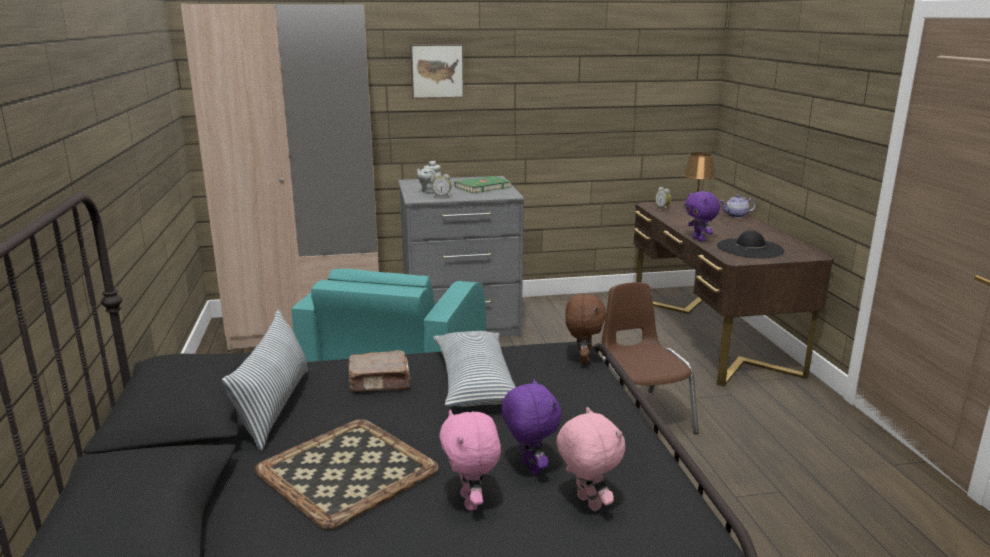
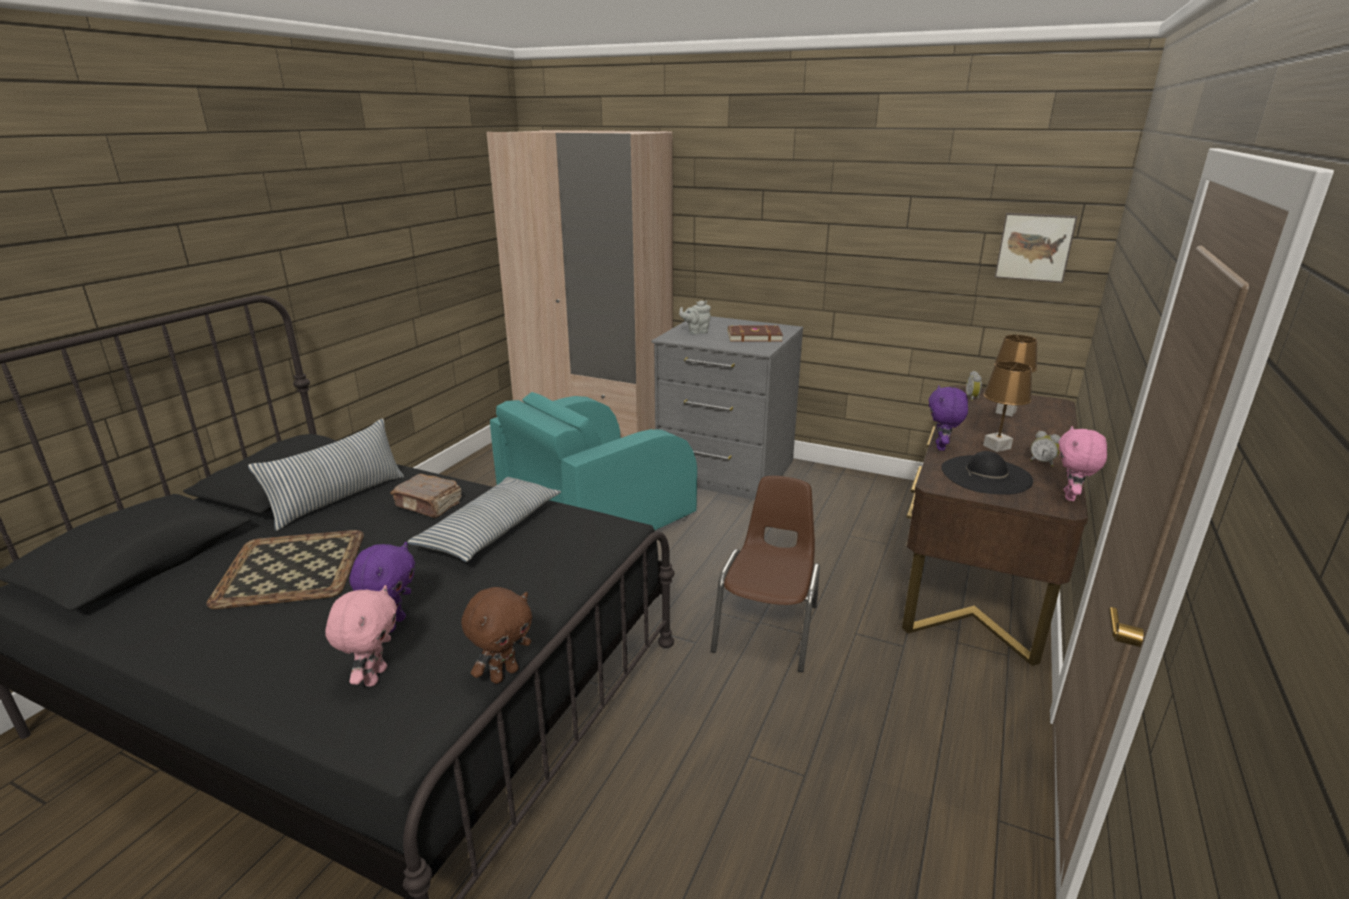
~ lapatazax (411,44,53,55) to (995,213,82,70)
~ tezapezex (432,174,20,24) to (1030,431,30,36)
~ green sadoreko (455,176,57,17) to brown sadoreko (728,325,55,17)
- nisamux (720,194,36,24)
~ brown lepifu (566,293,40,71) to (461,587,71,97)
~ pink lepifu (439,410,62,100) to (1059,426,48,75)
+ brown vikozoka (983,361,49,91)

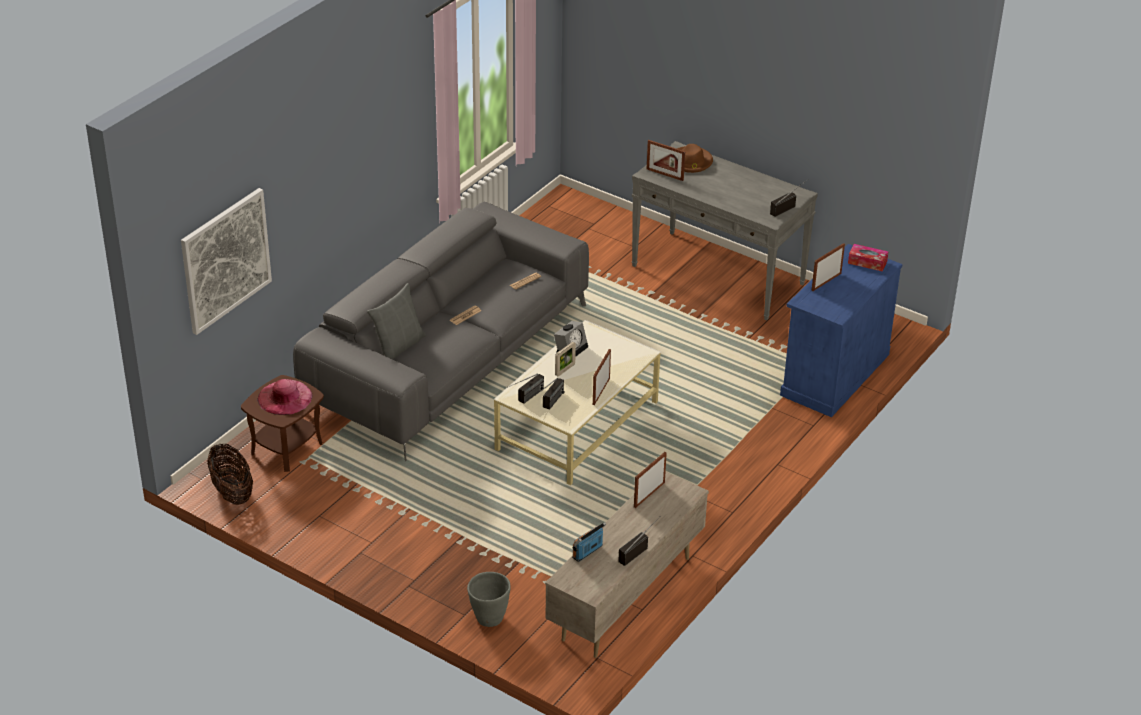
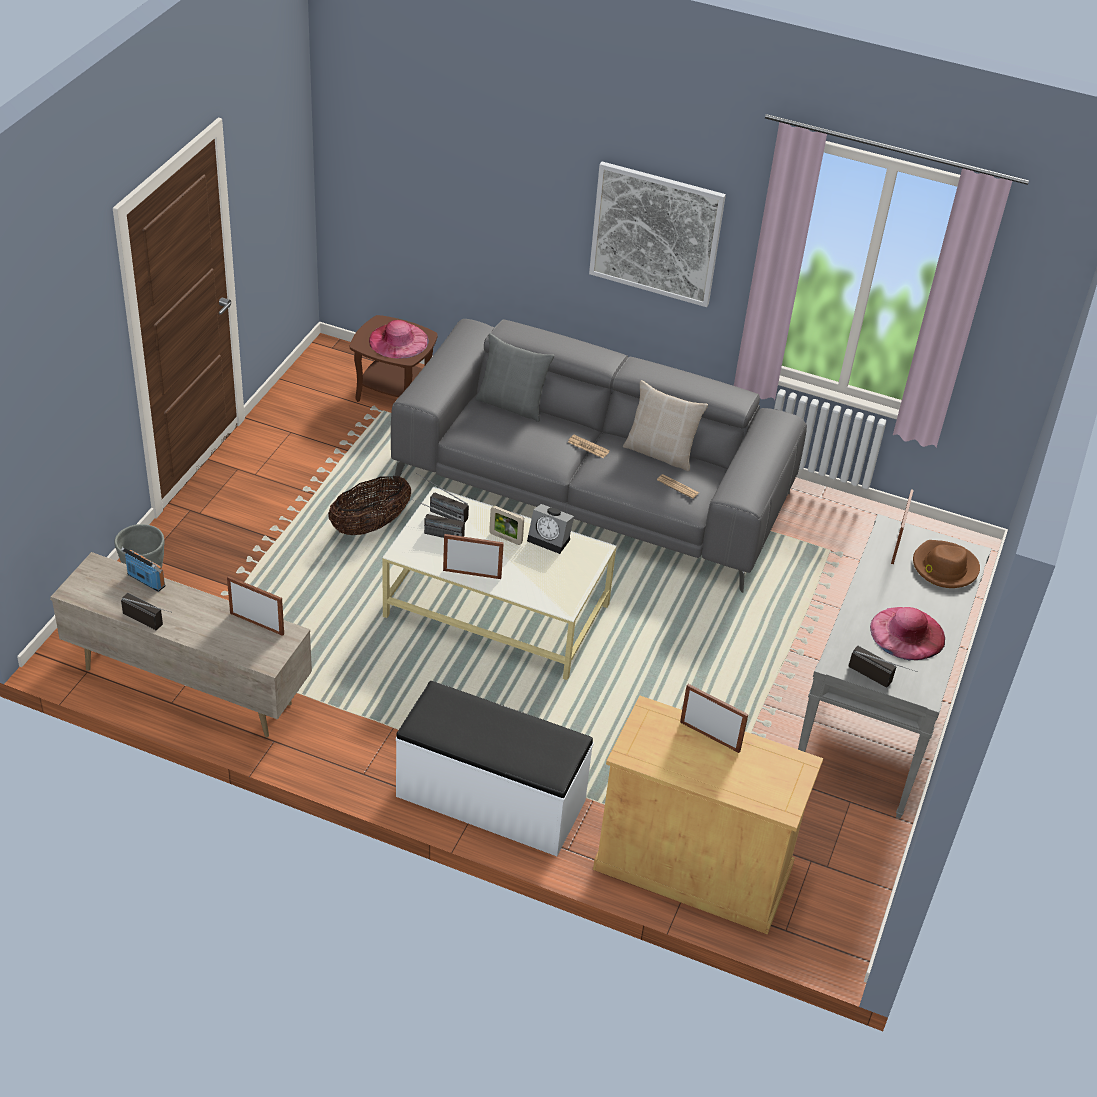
~ lapatazax (181,188,91,147) to (589,161,137,146)
~ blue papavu (780,244,123,173) to beige papavu (593,695,230,240)
- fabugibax (848,244,40,28)
~ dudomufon (207,443,46,62) to (328,476,83,59)
+ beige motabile (623,380,85,91)
+ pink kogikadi (870,607,75,53)
+ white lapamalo (396,681,198,175)

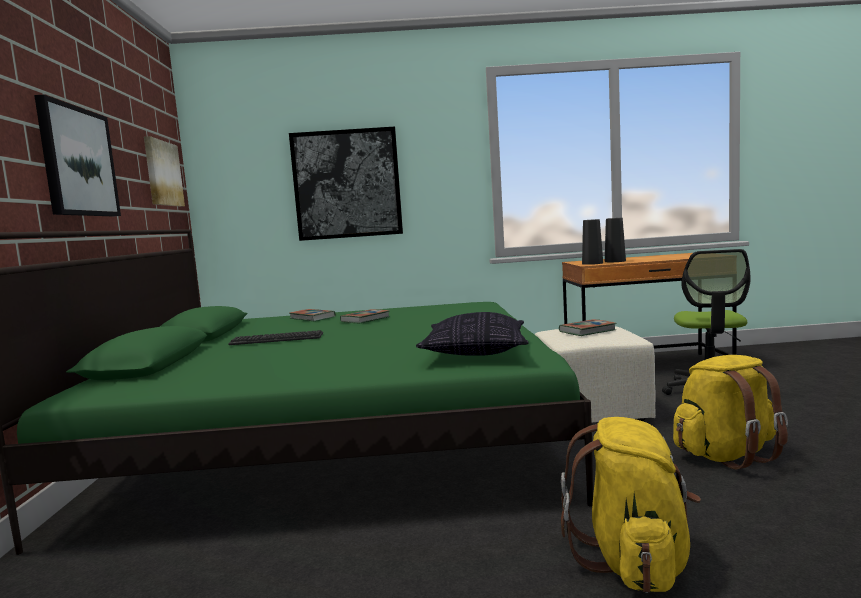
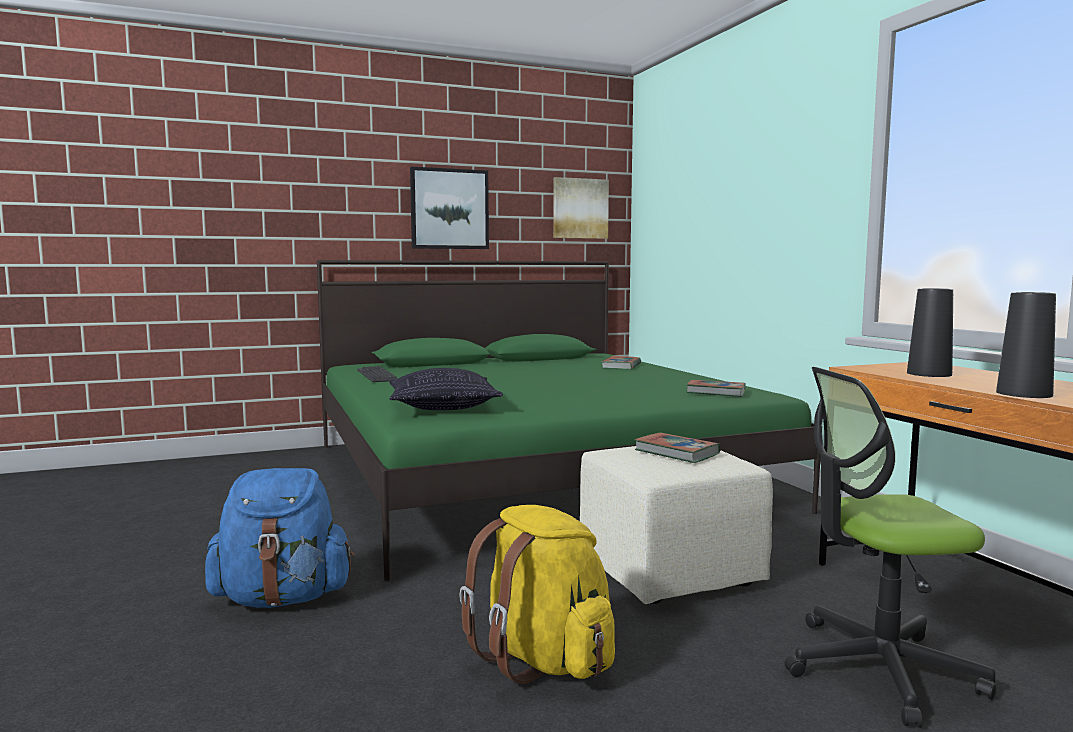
- lapatazax (289,126,114,115)
~ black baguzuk (582,219,21,46) to (996,292,60,106)
~ sadoreko (340,309,50,15) to (687,380,59,17)
~ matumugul (228,330,95,15) to (357,366,41,16)
~ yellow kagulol (561,417,140,176) to blue kagulol (205,468,150,140)

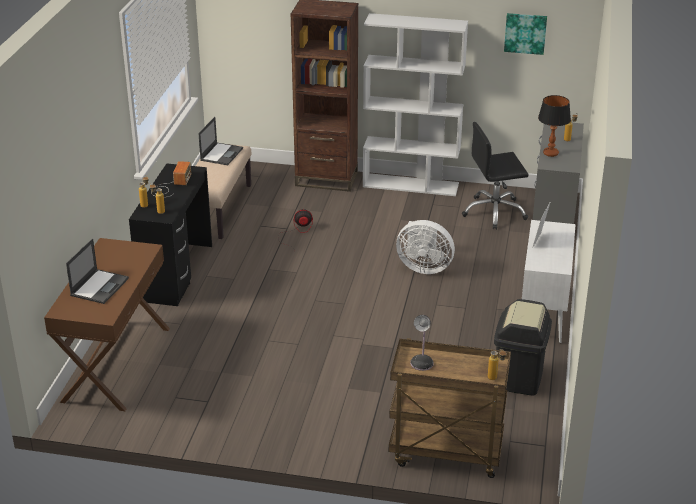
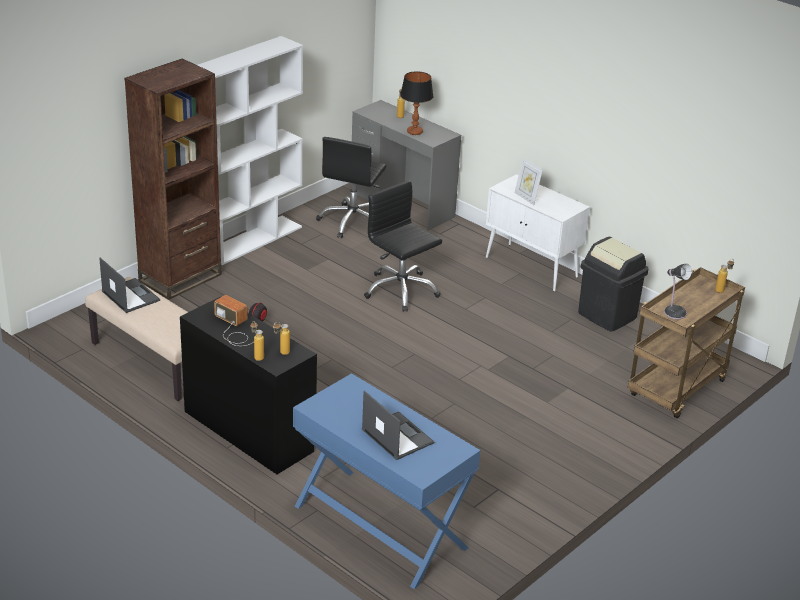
- lapatazax (504,13,43,42)
~ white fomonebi (396,220,59,54) to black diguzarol (364,180,78,132)
~ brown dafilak (44,238,126,173) to blue dafilak (293,373,187,216)

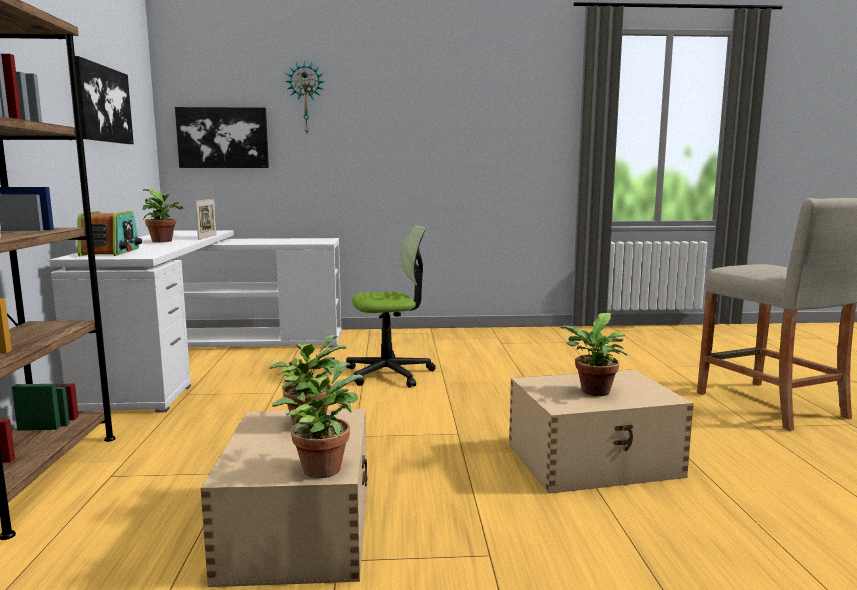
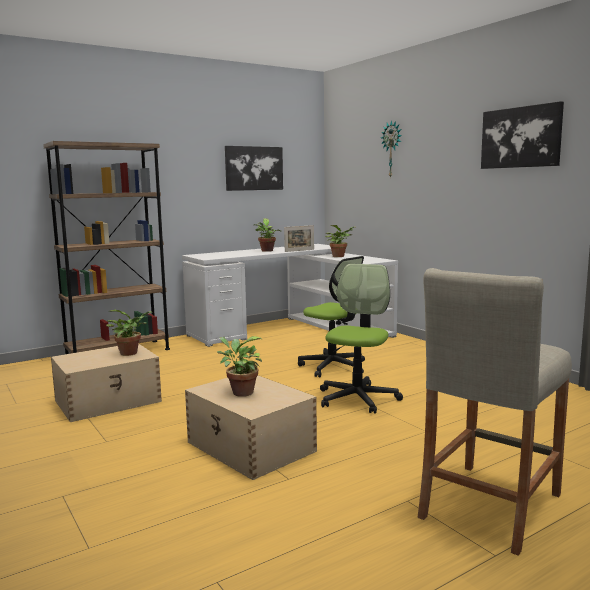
~ lapatazax (175,107,94,61) to (481,101,83,68)
- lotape (77,211,65,45)
~ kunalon (272,362,91,116) to (325,225,32,32)
+ diguzarol (320,264,83,150)

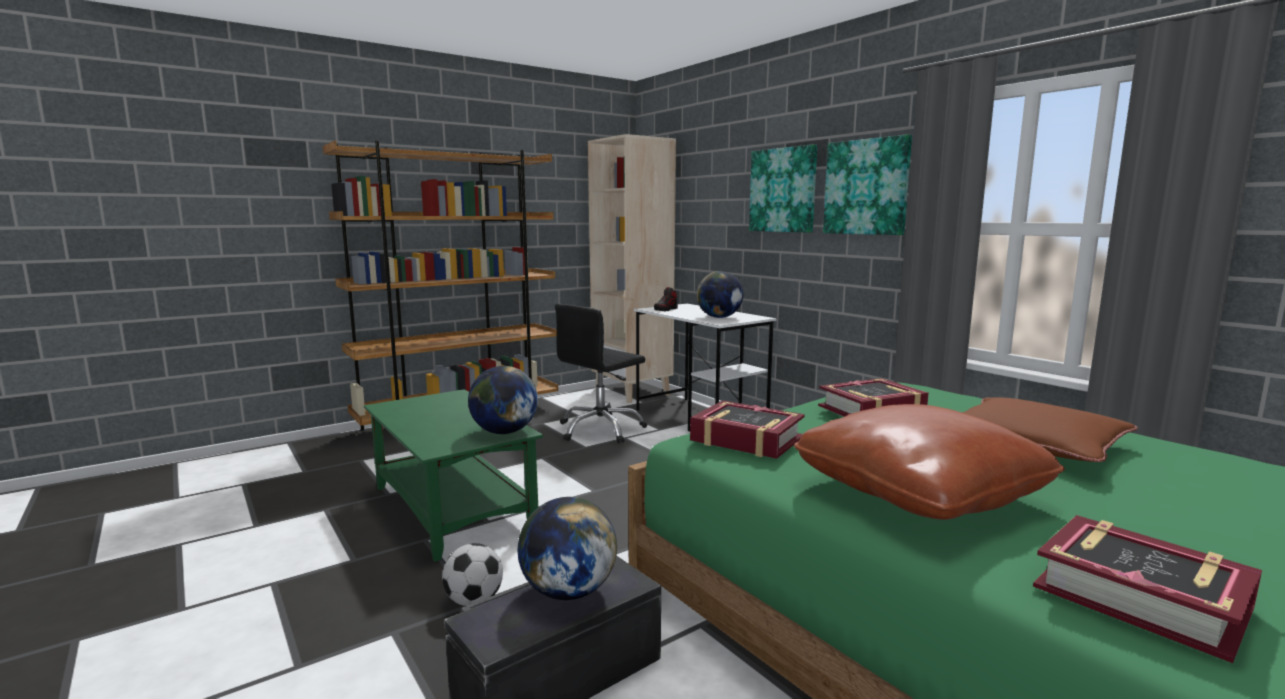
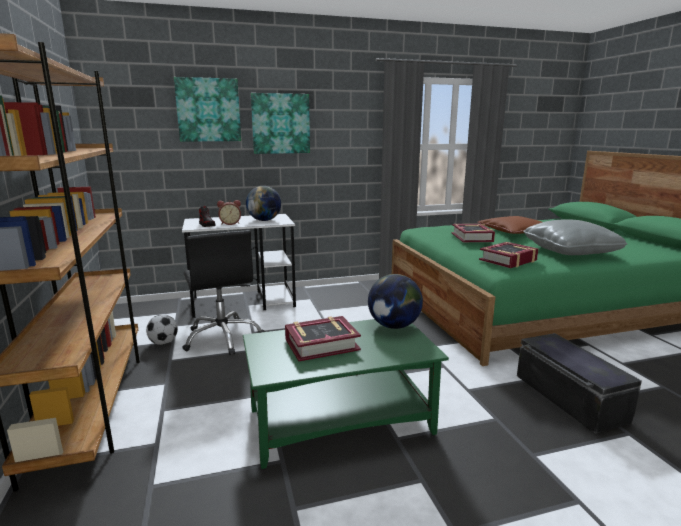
- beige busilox (588,134,88,269)
~ lapatazax (823,134,89,101) to (174,77,67,65)
~ brown motabile (794,404,271,116) to grey motabile (523,219,104,36)
- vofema (518,497,99,103)
~ sadoreko (1033,515,229,148) to (285,316,76,45)
~ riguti (442,543,61,63) to (146,314,32,31)
+ tezapezex (217,200,24,25)

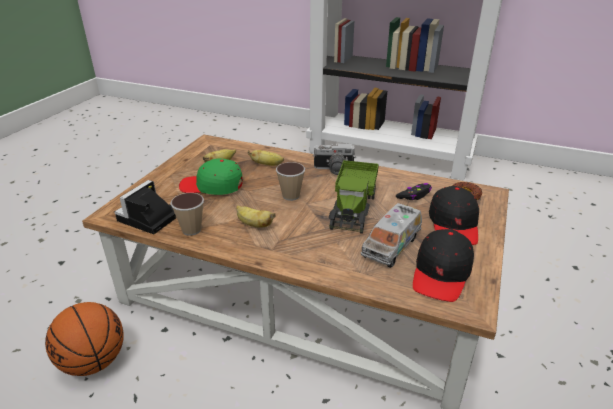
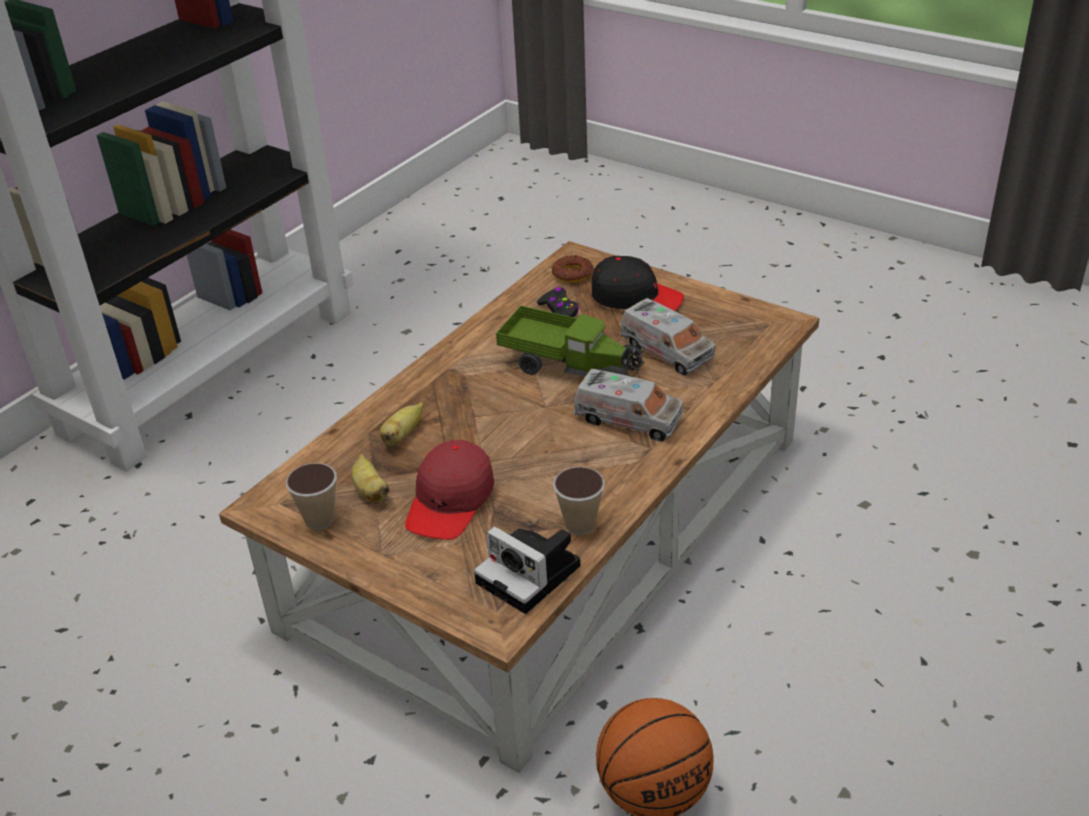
- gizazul (314,143,42,32)
~ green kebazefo (179,159,64,36) to red kebazefo (405,440,89,100)
~ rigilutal (276,162,29,39) to (286,463,51,67)
- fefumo (236,205,39,23)
- black kebazefo (413,229,61,73)
+ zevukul (573,369,110,72)

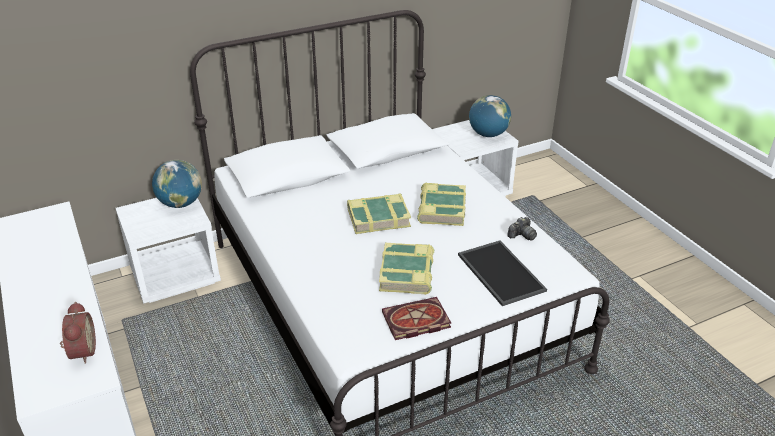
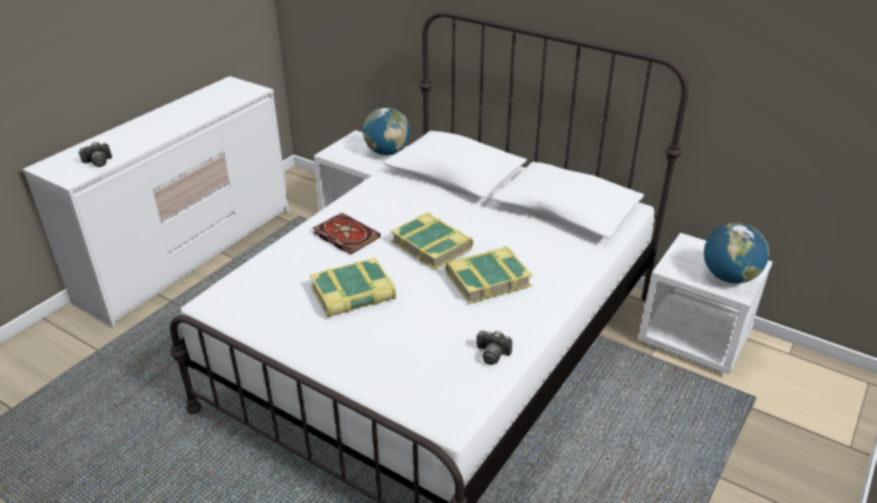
- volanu (458,241,89,65)
~ sadoreko (382,297,69,43) to (313,213,68,42)
~ tezapezex (60,302,36,62) to gizazul (79,142,33,25)

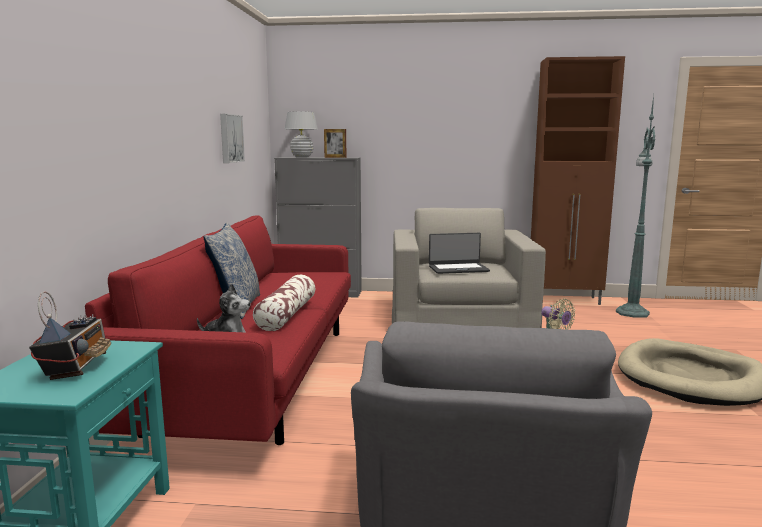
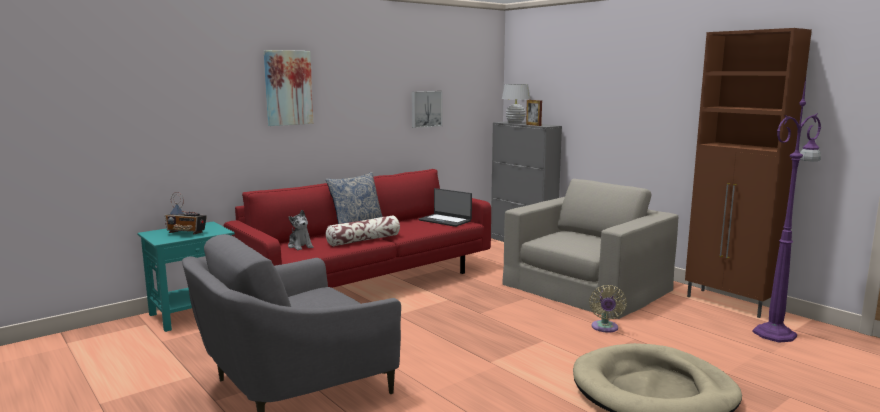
~ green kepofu (616,96,40,222) to purple kepofu (752,79,69,264)
~ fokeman (429,233,61,41) to (418,188,54,39)
~ lotape (29,291,82,89) = (165,192,42,42) 60 degrees clockwise
+ lapatazax (264,50,49,76)

